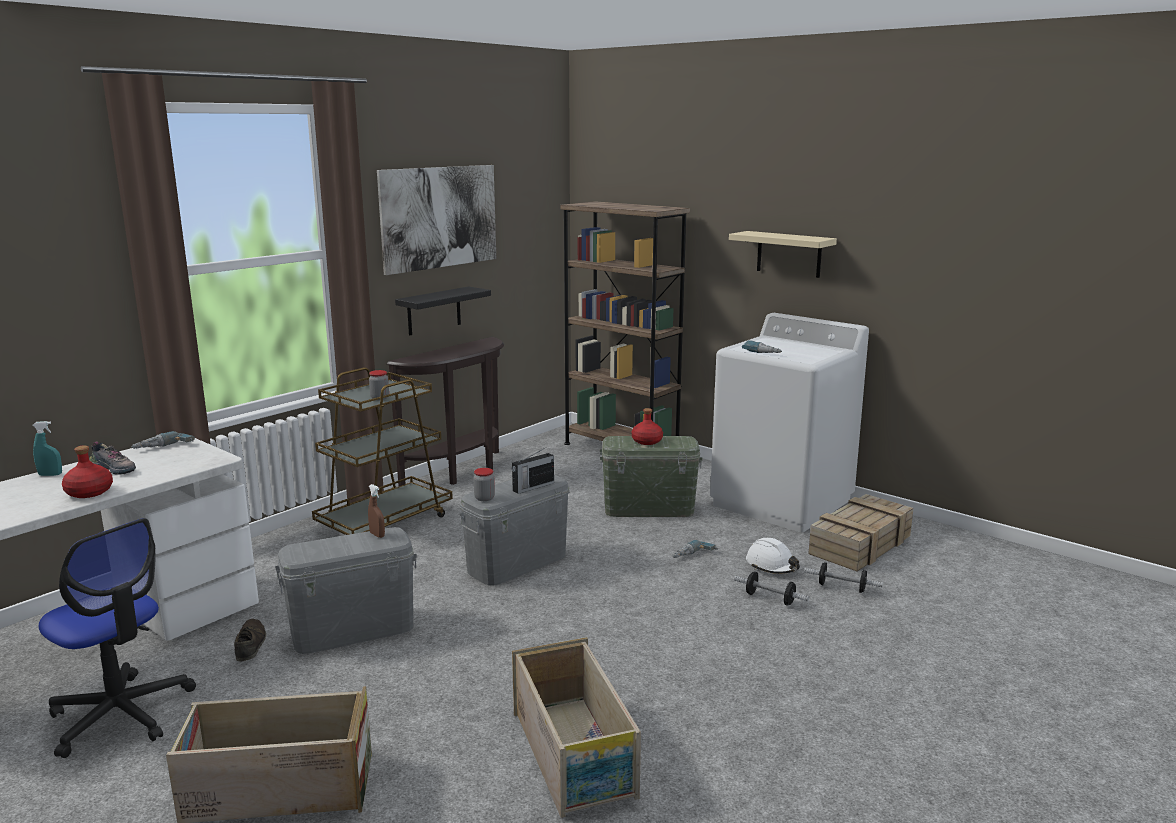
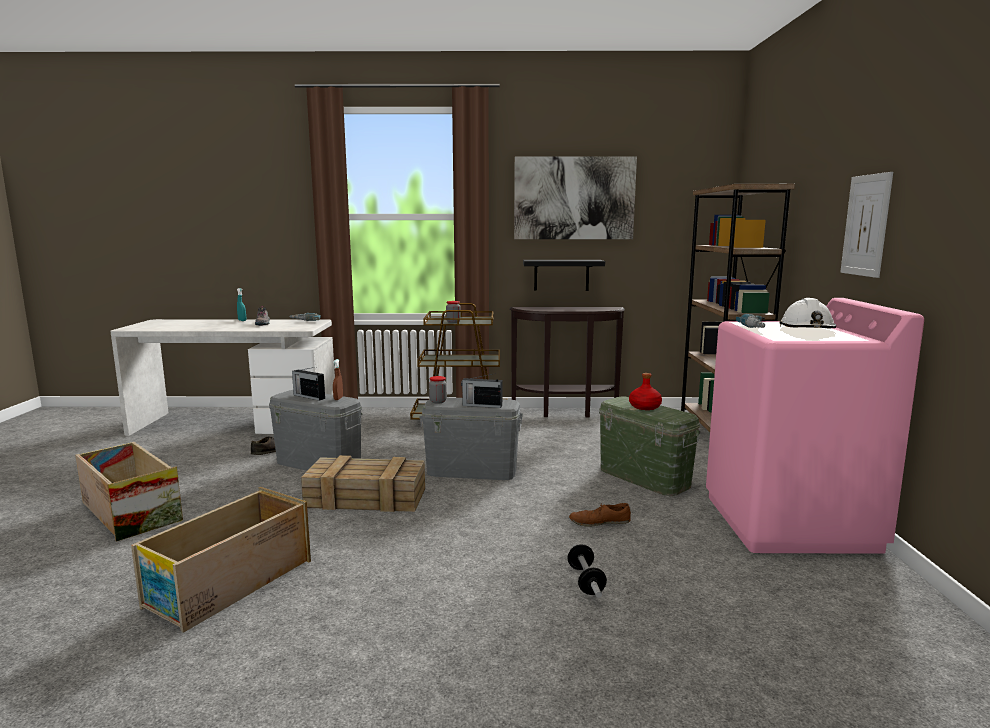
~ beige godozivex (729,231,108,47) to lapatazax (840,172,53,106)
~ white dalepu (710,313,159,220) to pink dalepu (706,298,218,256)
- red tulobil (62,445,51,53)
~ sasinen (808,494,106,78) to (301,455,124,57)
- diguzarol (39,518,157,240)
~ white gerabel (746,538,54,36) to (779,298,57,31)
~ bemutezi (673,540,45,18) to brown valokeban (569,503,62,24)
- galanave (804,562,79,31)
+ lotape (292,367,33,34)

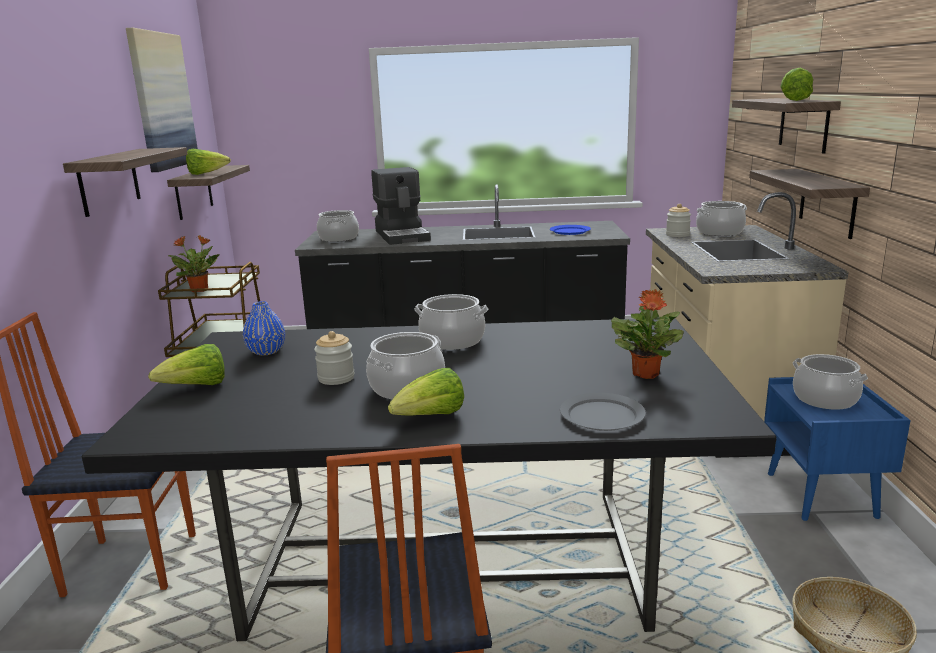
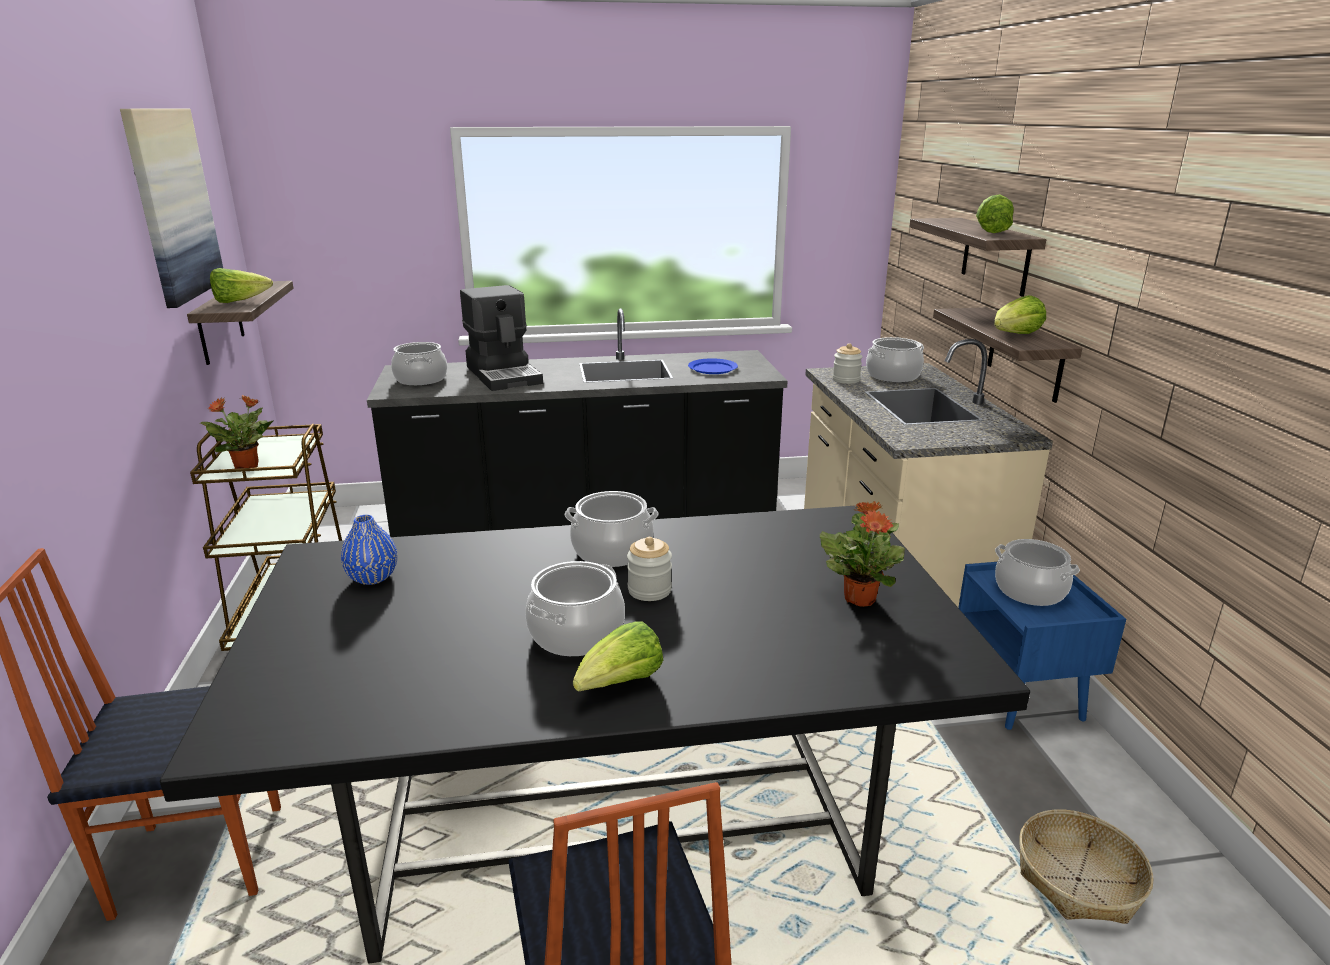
- godozivex (63,147,125,70)
~ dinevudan (314,331,41,54) to (627,537,45,64)
~ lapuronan (148,344,77,41) to (994,295,52,39)
- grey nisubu (560,393,86,38)

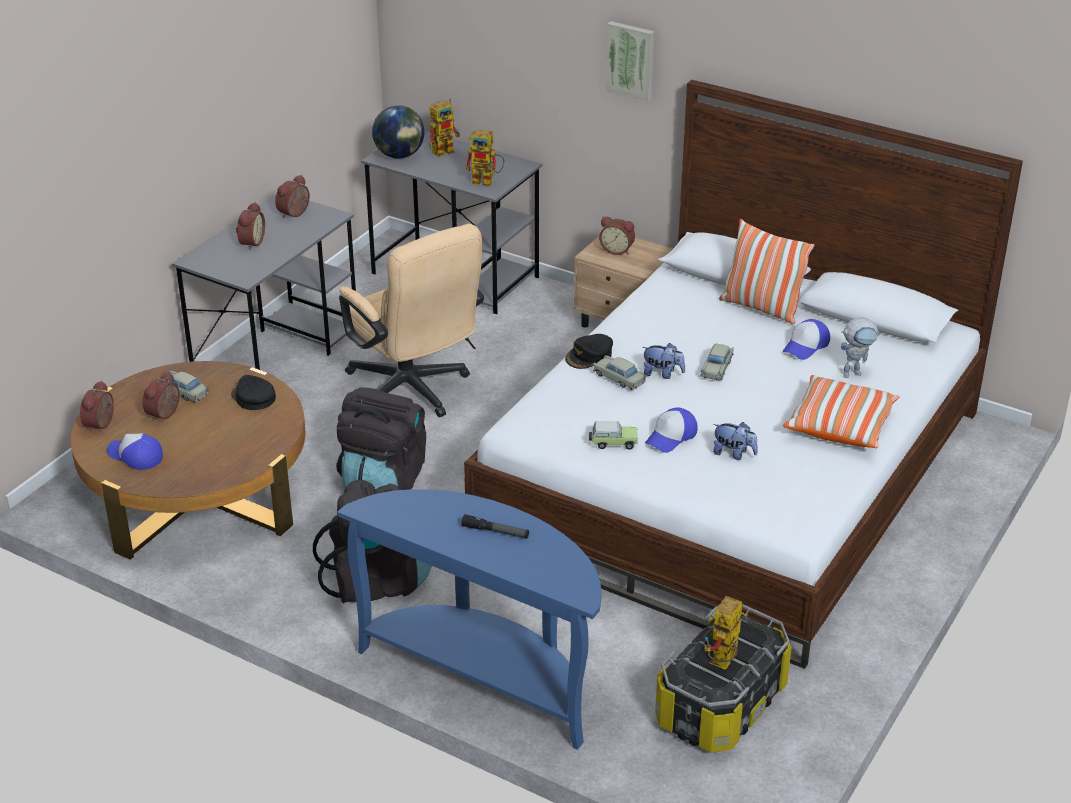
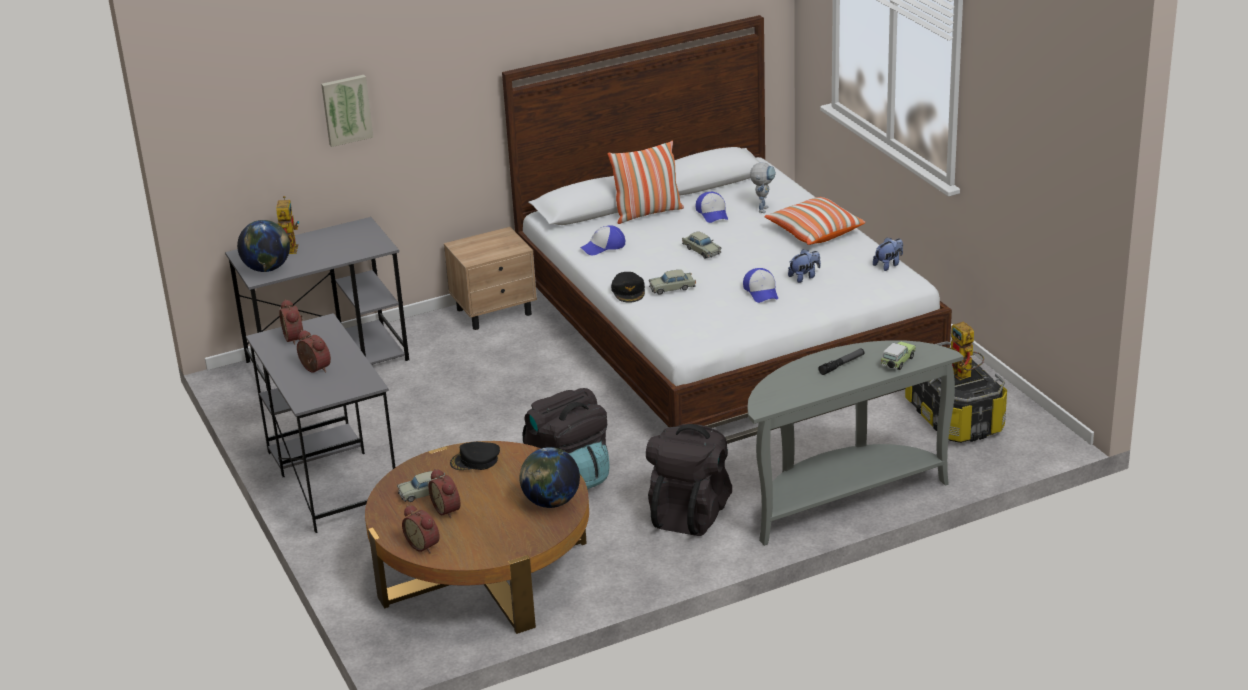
~ lapatazax (606,21,49,81) to (321,75,53,72)
- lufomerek (465,130,40,57)
- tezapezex (599,216,36,39)
- beige diguzarol (339,224,145,193)
~ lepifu (642,343,43,36) to (873,237,30,34)
~ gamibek (589,421,49,29) to (880,341,36,29)
~ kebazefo (107,433,56,37) to (580,225,45,30)
~ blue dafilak (337,489,264,261) to grey dafilak (748,340,216,206)
+ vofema (520,447,60,61)

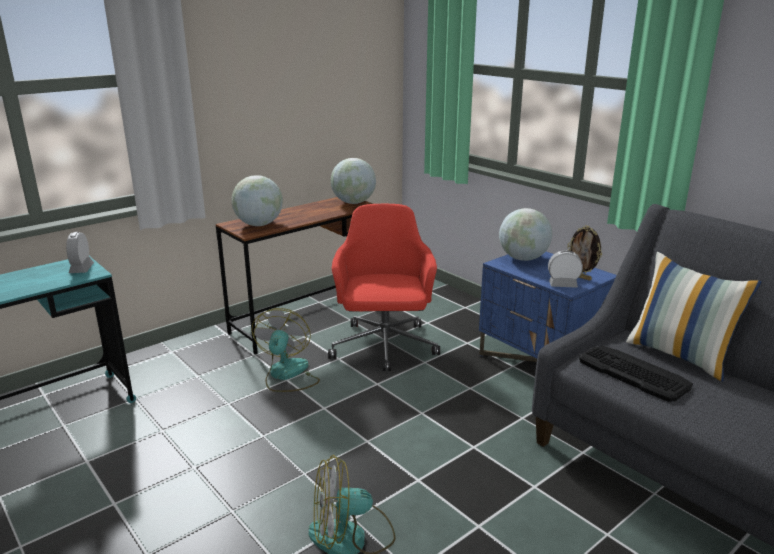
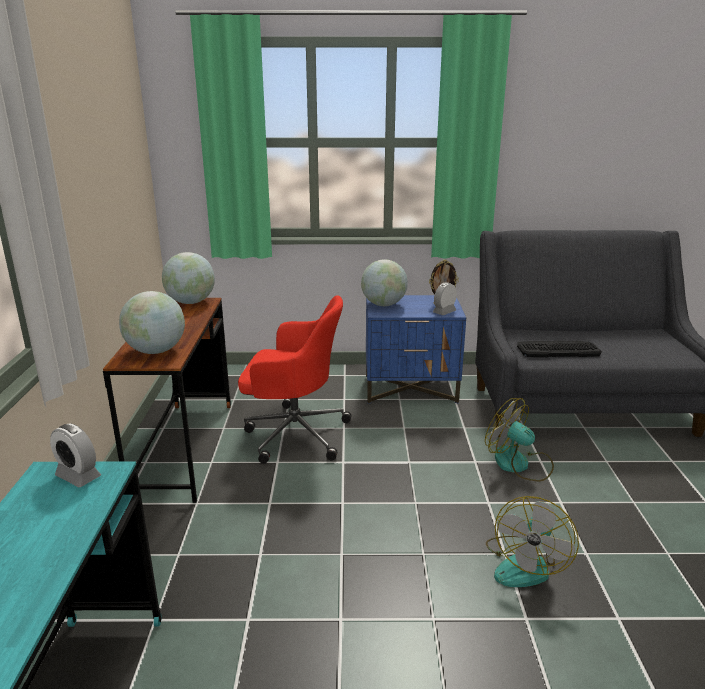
~ red diguzarol (328,204,112,167) = (238,295,113,169) 150 degrees clockwise
- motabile (626,252,135,130)
~ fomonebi (252,308,68,84) to (485,398,69,83)

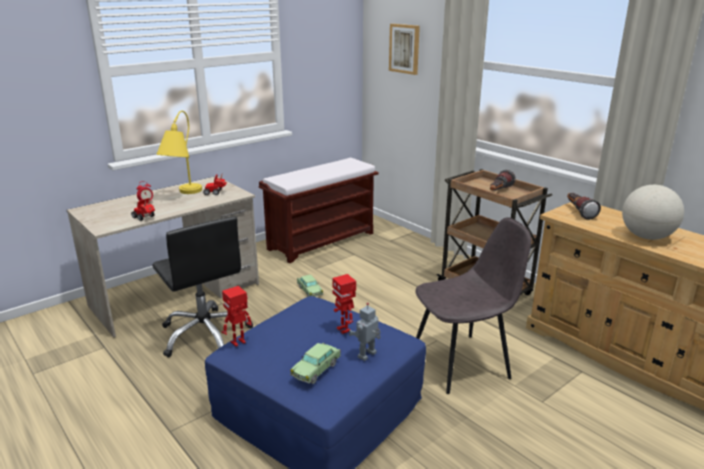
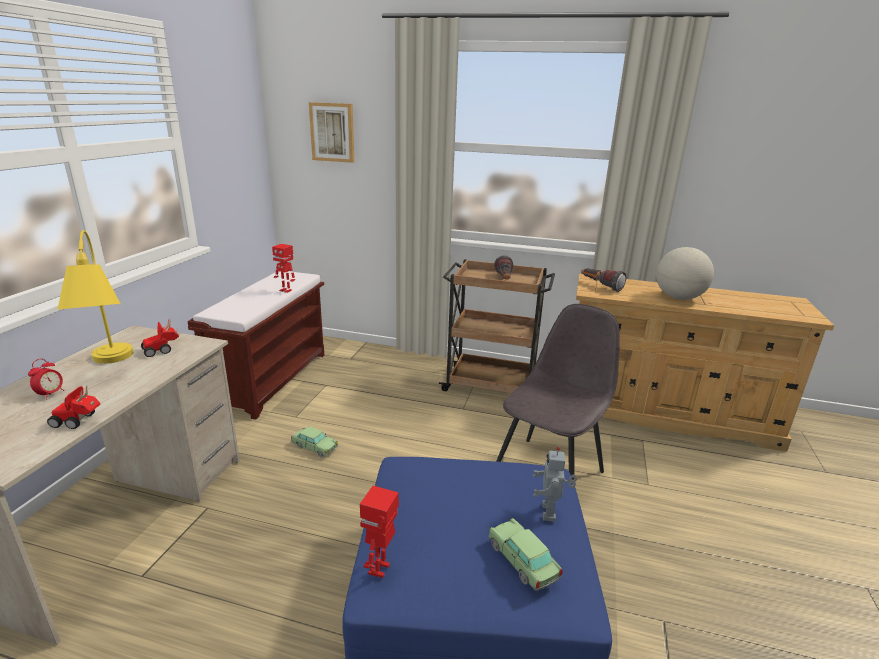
- black diguzarol (152,216,101,141)
~ lufomerek (332,274,24,60) to (272,244,23,49)
~ gamibek (290,343,51,41) = (488,518,75,73) 150 degrees clockwise

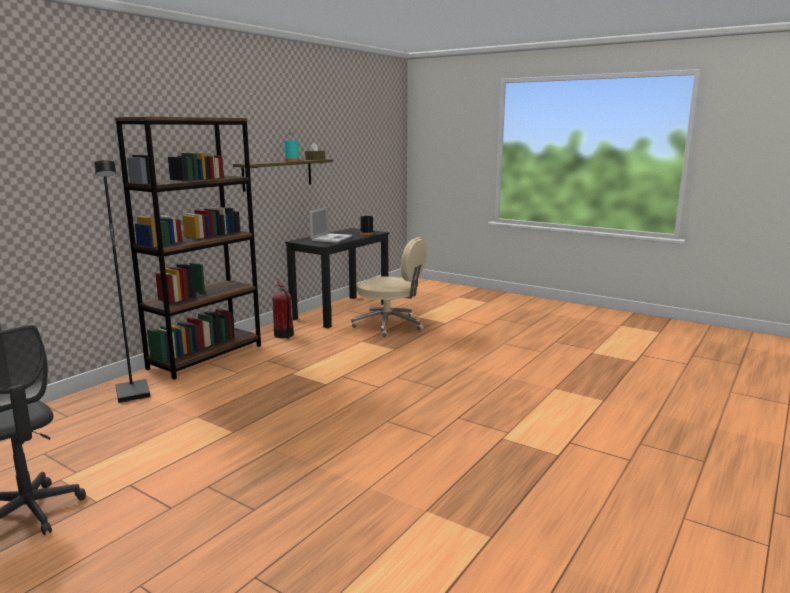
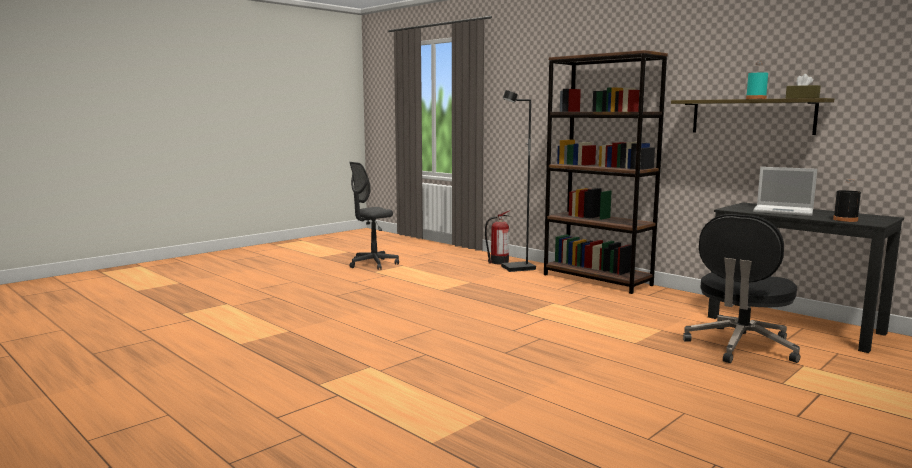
~ beige diguzarol (351,237,76,100) to black diguzarol (683,214,117,149)
~ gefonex (273,279,21,60) to (485,210,26,54)

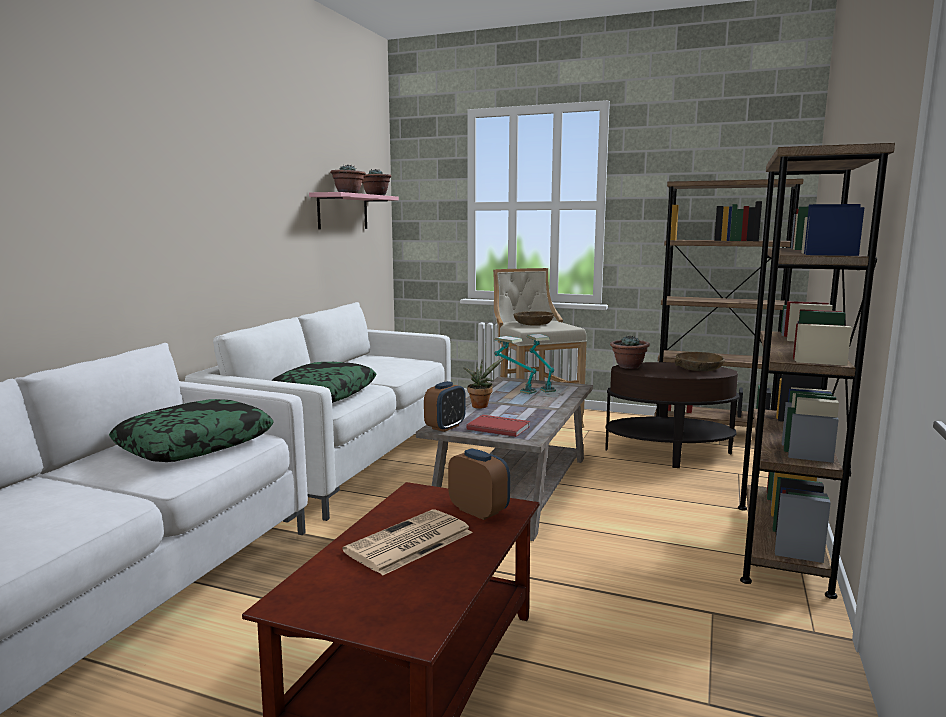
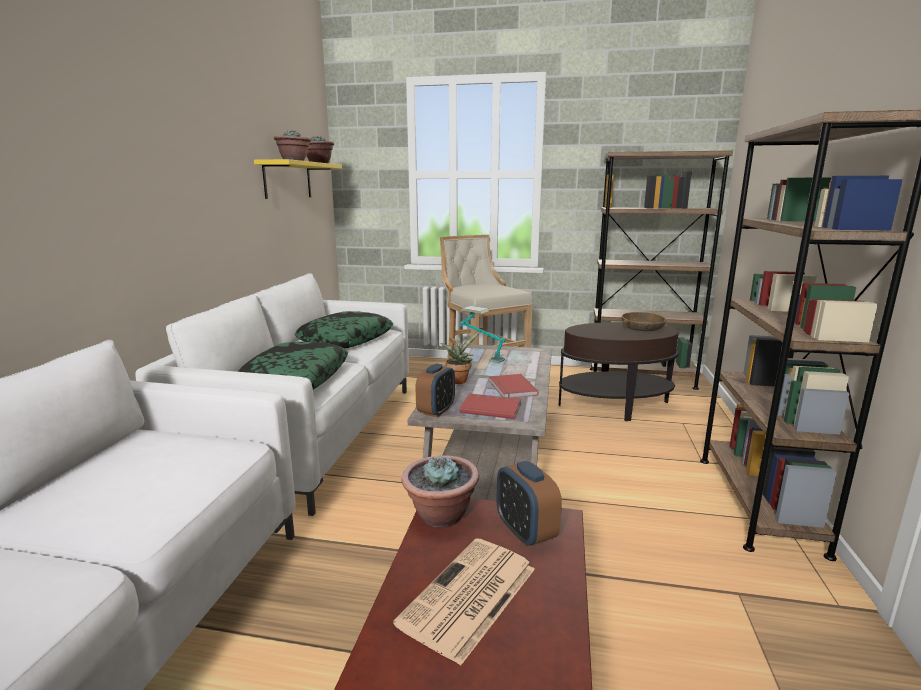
~ pink godozivex (309,192,90,37) to yellow godozivex (254,159,88,40)
- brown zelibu (514,311,40,15)
- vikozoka (527,334,29,58)
~ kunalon (610,336,40,33) to (402,455,77,73)
~ motabile (109,399,165,63) to (294,311,99,37)
~ tezapezex (448,449,62,71) = (497,461,65,86) 150 degrees counterclockwise
+ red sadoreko (489,374,50,24)

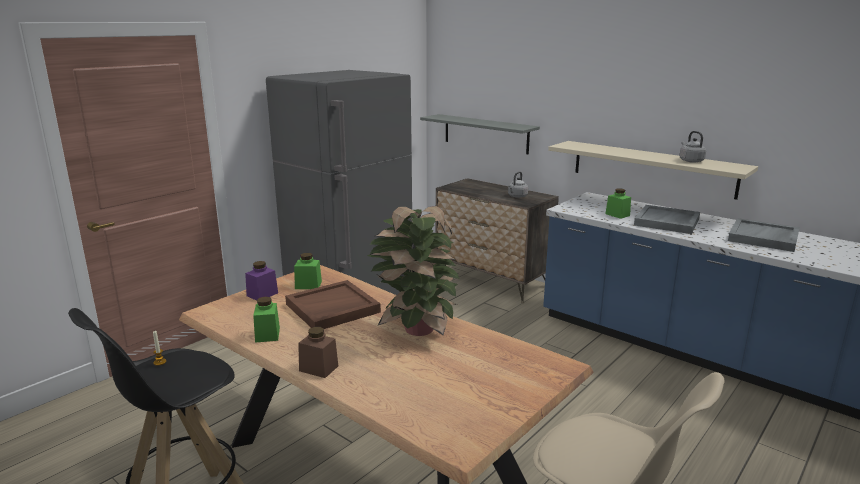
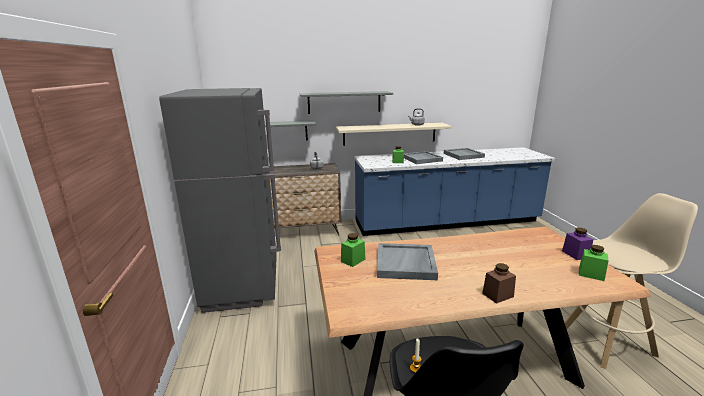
- kunalon (367,206,93,130)
~ purple dinevudan (245,261,33,39) to (562,228,31,32)
~ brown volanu (285,280,96,49) to grey volanu (377,243,61,37)
~ green dinevudan (253,297,27,46) to (579,245,30,36)
+ grey godozivex (300,91,93,23)

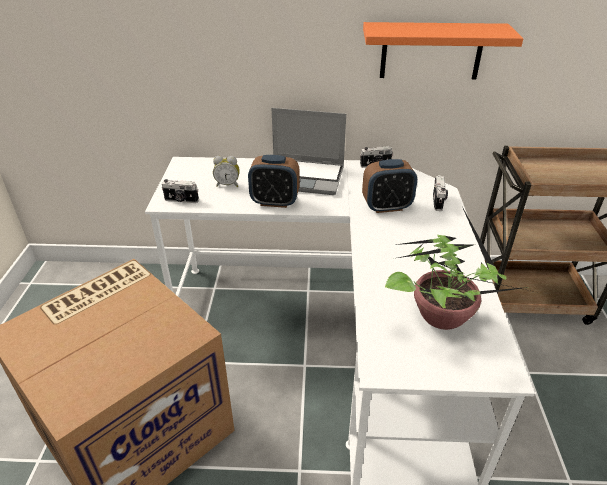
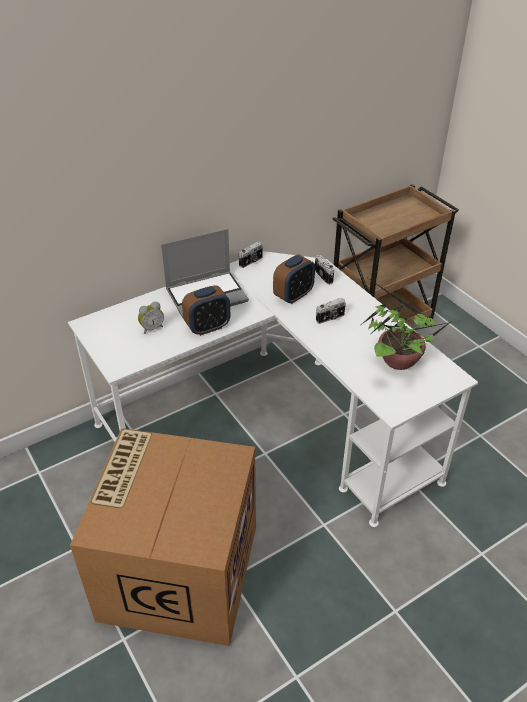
- orange godozivex (363,22,160,57)
~ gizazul (162,179,37,24) to (316,298,30,26)

